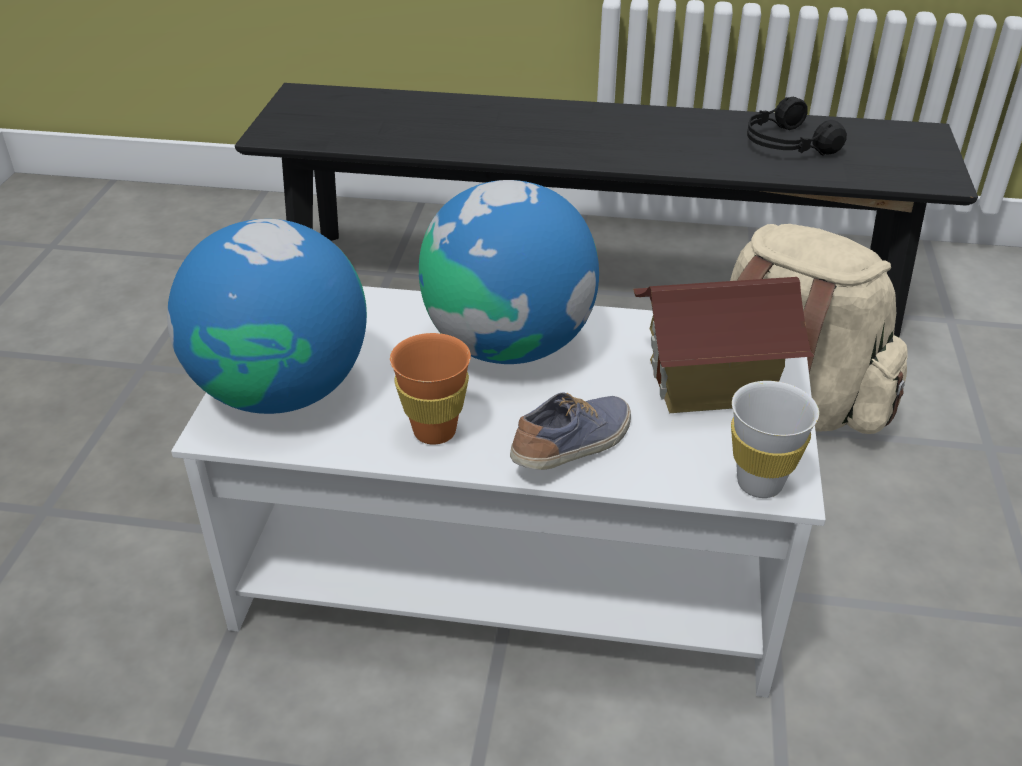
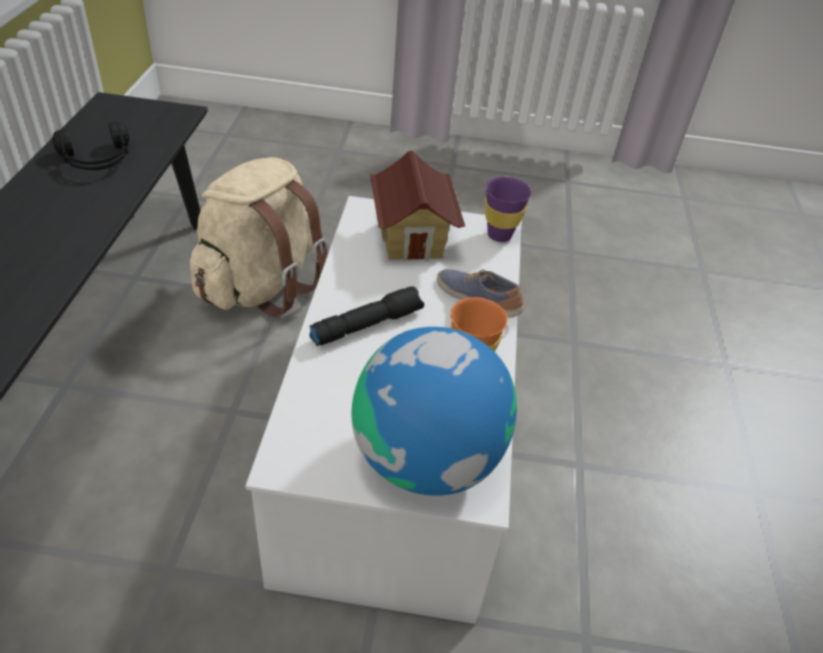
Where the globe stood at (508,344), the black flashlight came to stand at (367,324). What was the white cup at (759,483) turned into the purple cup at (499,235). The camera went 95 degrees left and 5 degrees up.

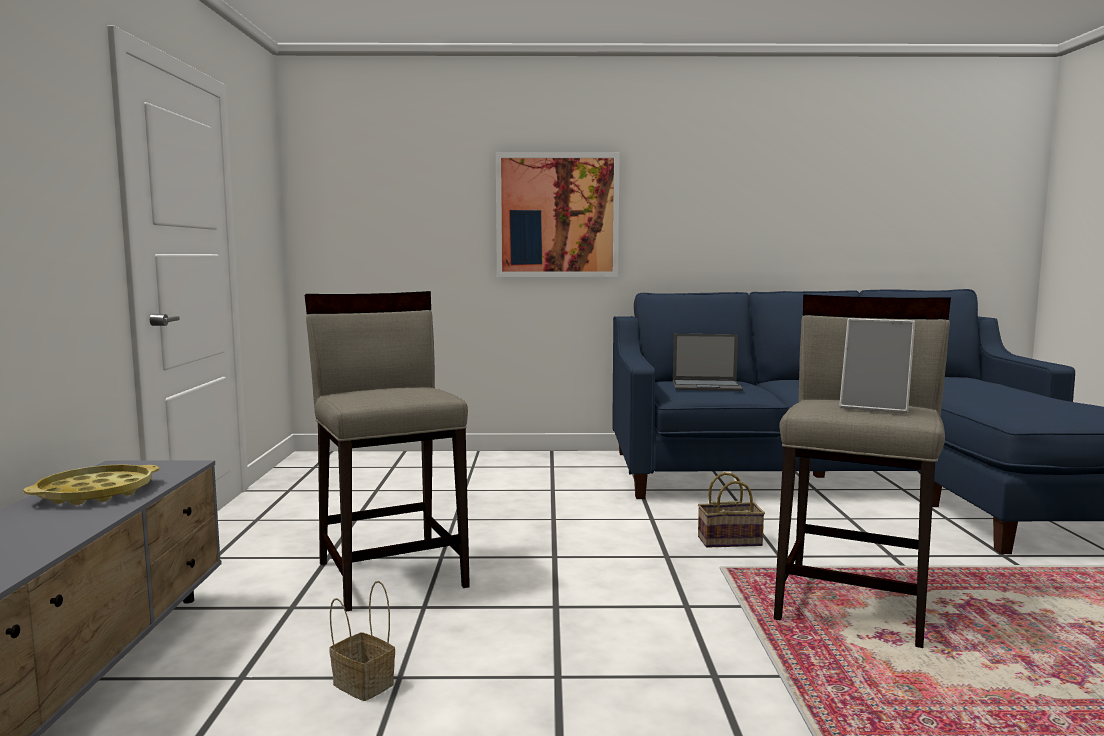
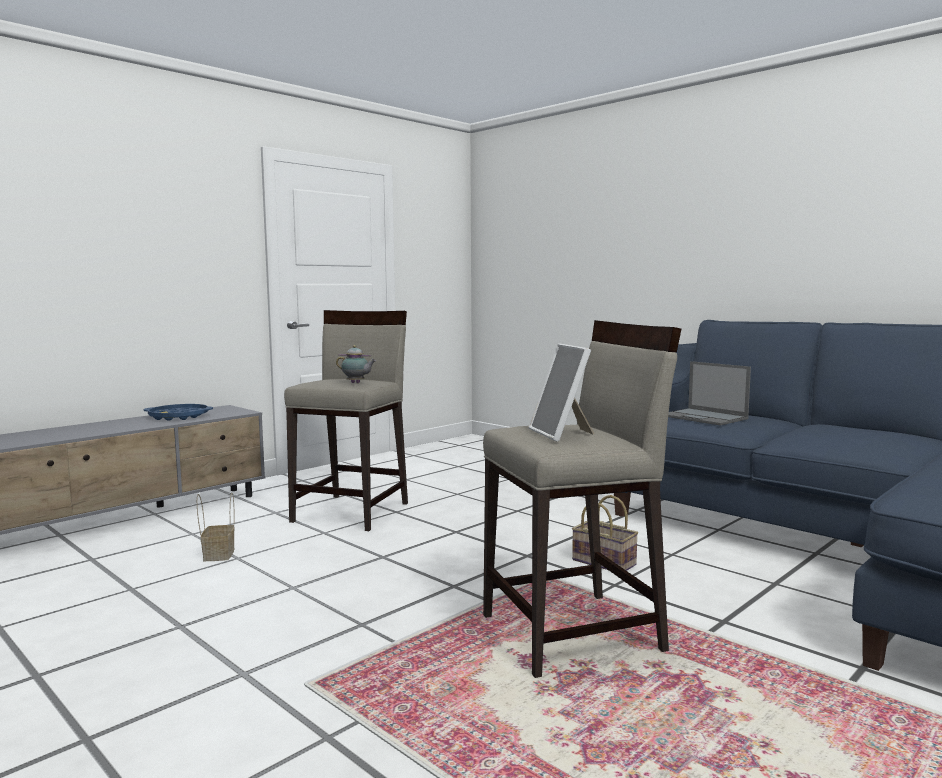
The second view lost the picture at (557,215). What was the yellow tray at (96,493) turned into the blue tray at (179,417). The second view gained the teapot at (356,383). The camera went 45 degrees right and 0 degrees up.

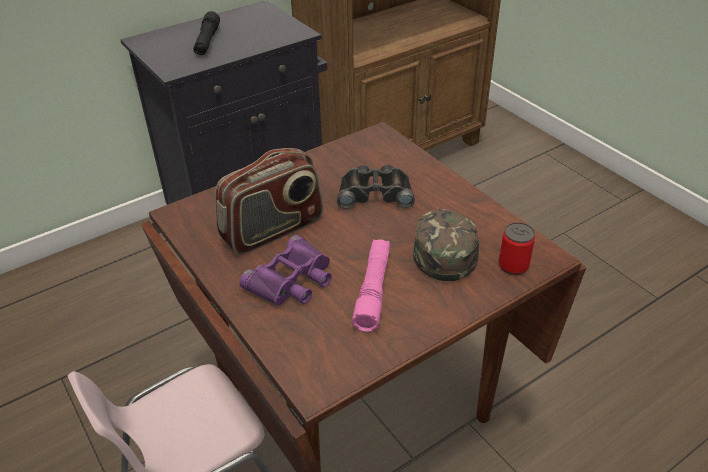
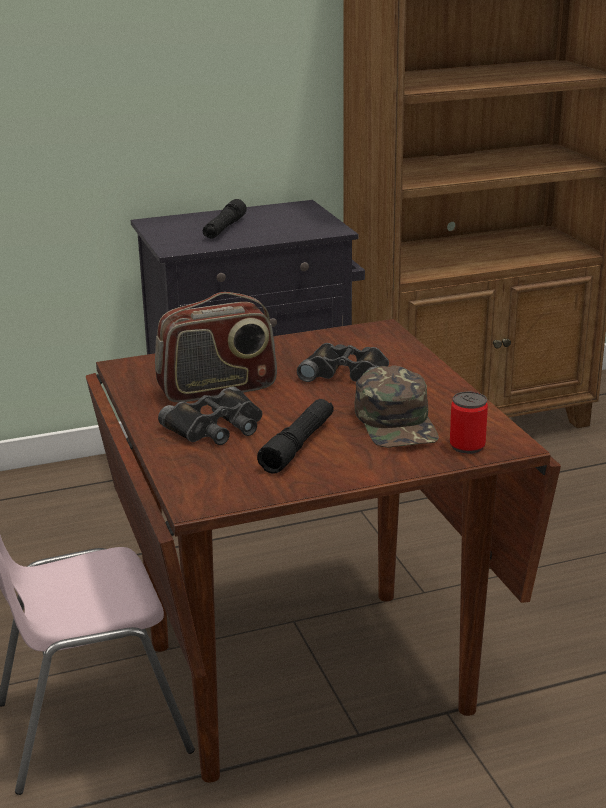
The green cap at (443,246) ended up facing another way, 150 degrees clockwise from before. What was the purple binoculars at (292,280) turned into the black binoculars at (217,427). What was the pink flashlight at (373,290) turned into the black flashlight at (298,445). The camera went 15 degrees right and 15 degrees down.

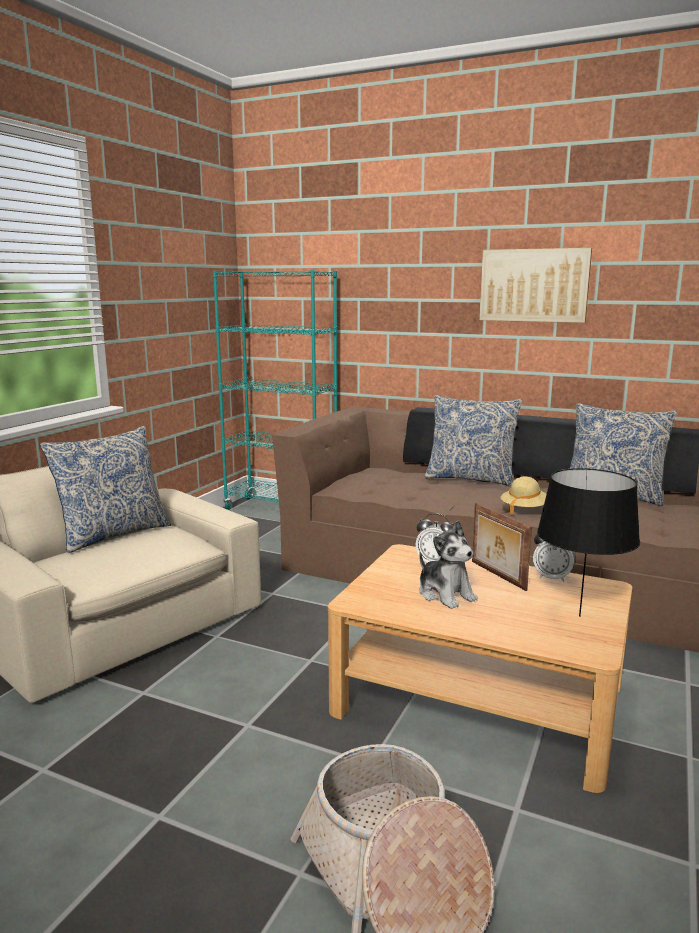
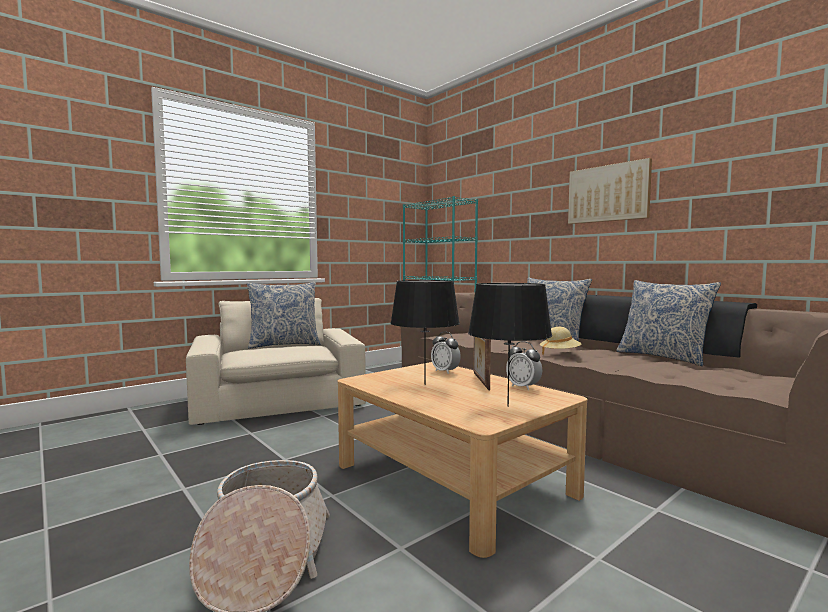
Where the plush toy stood at (445,594), the black table lamp came to stand at (425,384). The camera went 25 degrees right and 10 degrees down.

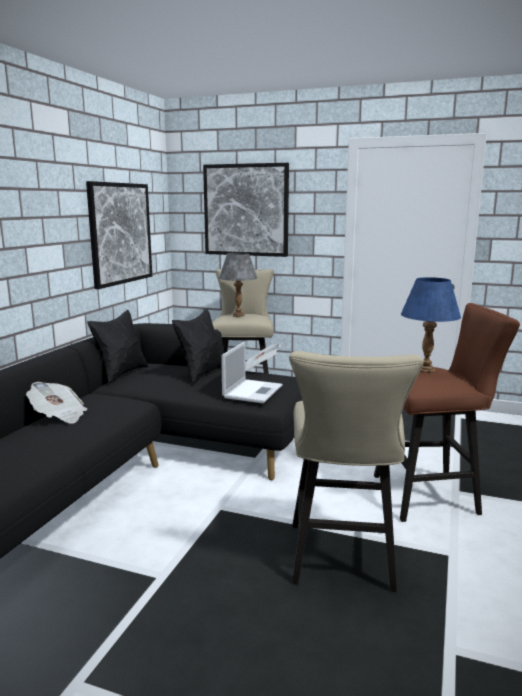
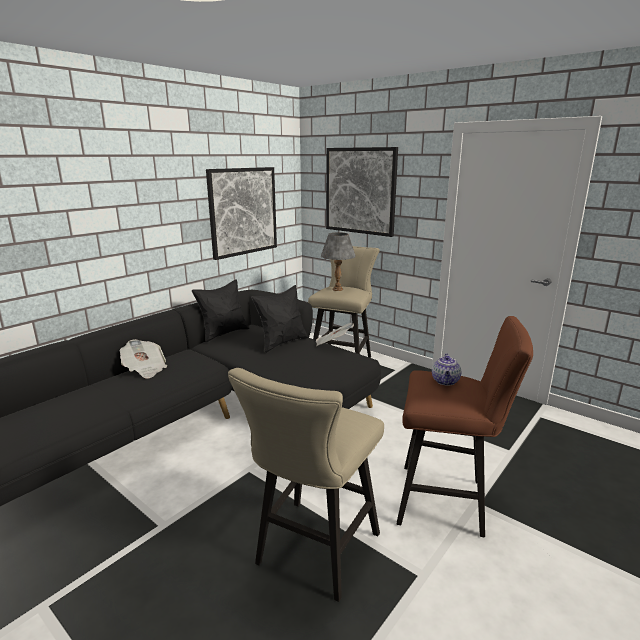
Where the blue table lamp stood at (426,370), the teapot came to stand at (445,381). The second view lost the laptop at (253,391). The camera went 20 degrees right and 5 degrees up.

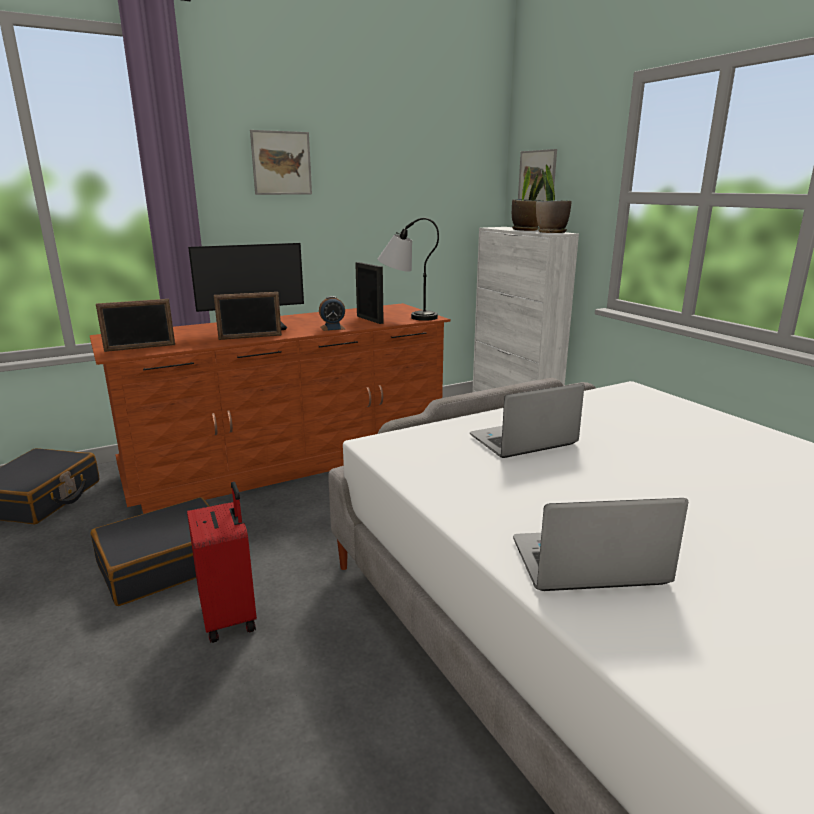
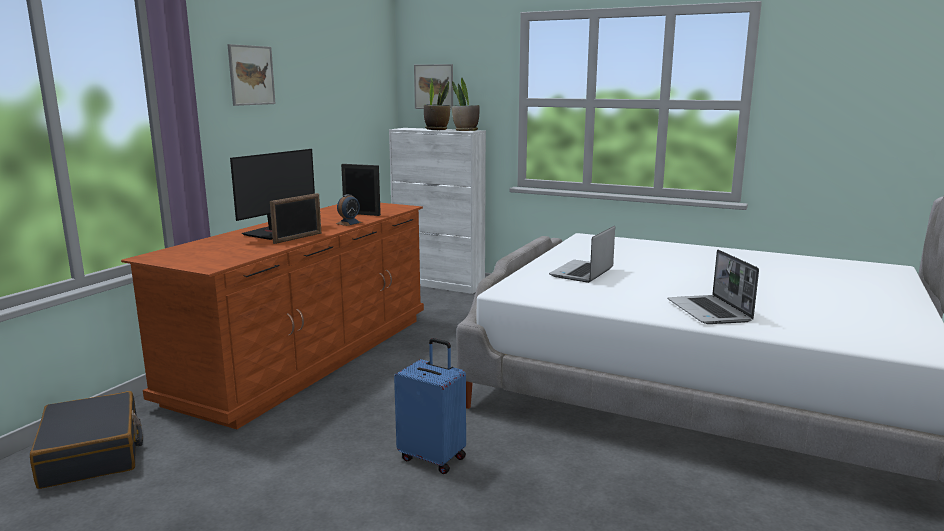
The second view lost the table lamp at (406,316). The second view lost the picture frame at (140,348). What was the red suitcase at (230,616) turned into the blue suitcase at (433,457). The second view lost the black suitcase at (165,564). The laptop at (586,564) ended up facing another way, 60 degrees counterclockwise from before. The camera went 35 degrees left and 5 degrees down.

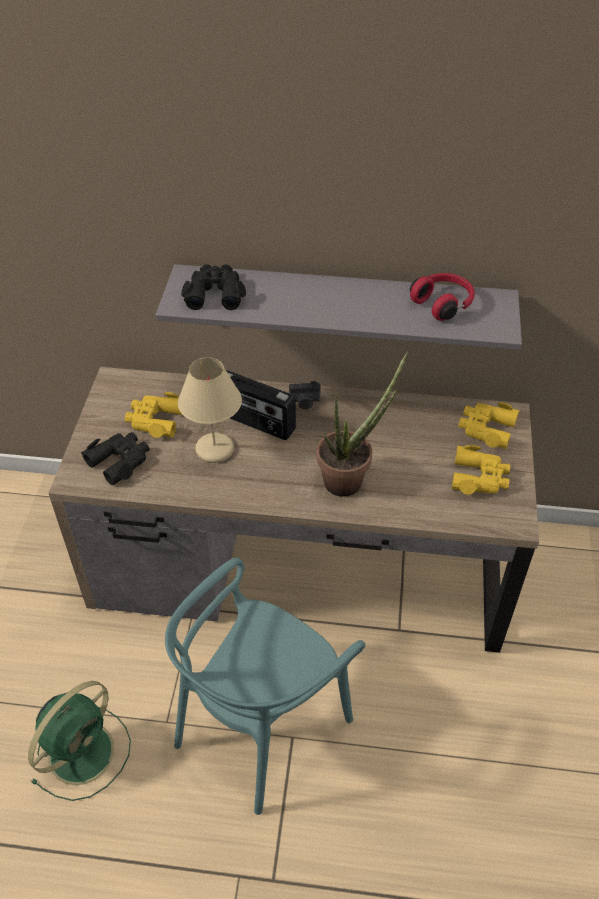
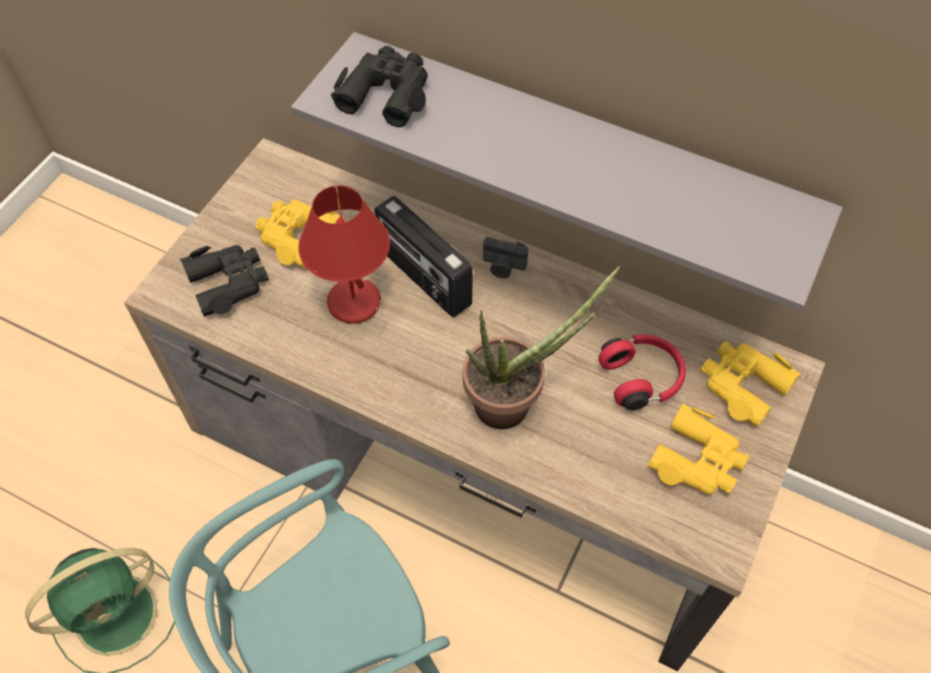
The red headphones ended up elsewhere, having gone from (443,304) to (642,378). What was the beige table lamp at (215,449) turned into the red table lamp at (355,302). The camera went 20 degrees right and 10 degrees up.

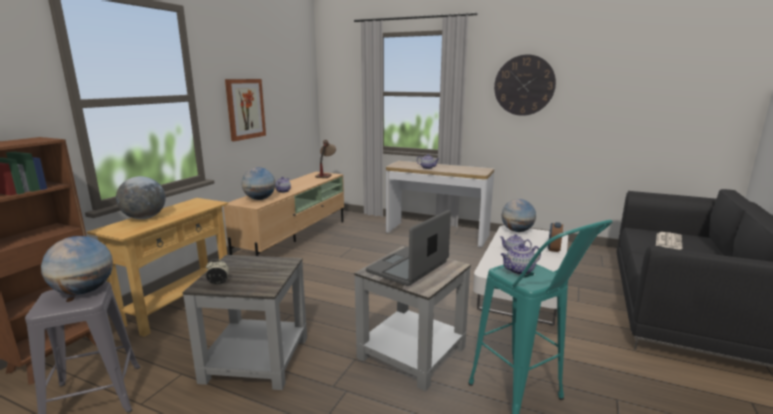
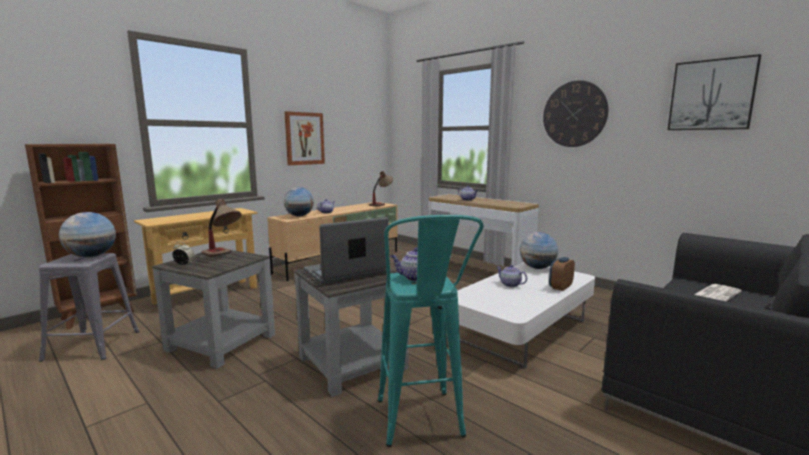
The second view lost the globe at (144,218). The second view gained the picture at (711,95). The second view gained the table lamp at (223,255). The camera went 20 degrees right and 5 degrees down.

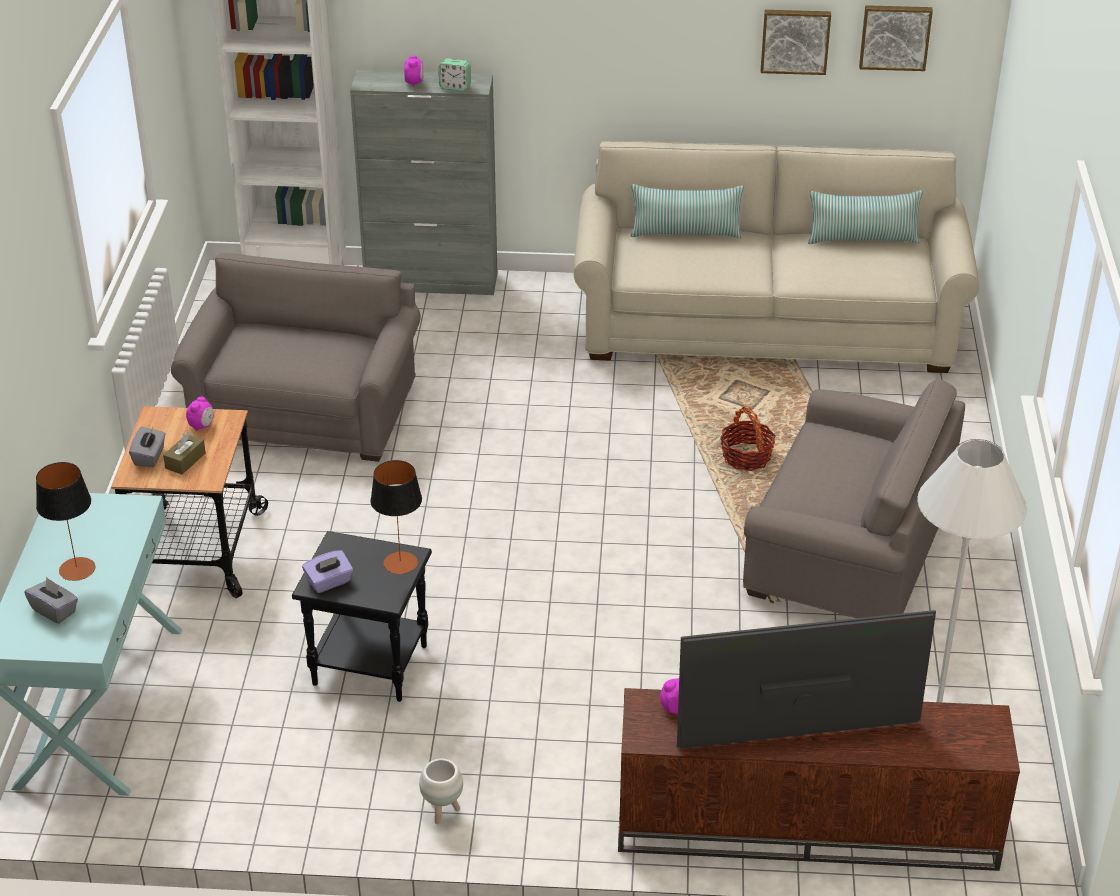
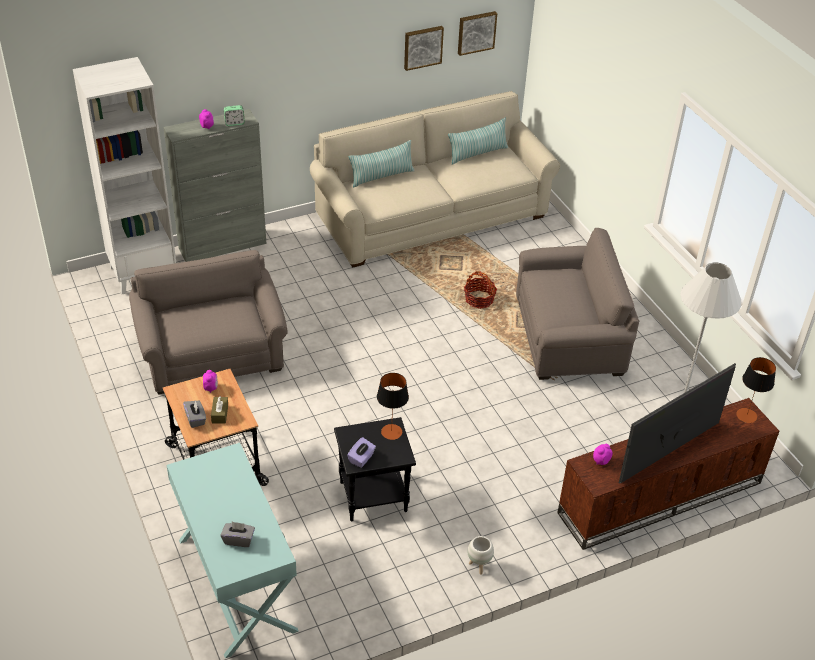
The table lamp ended up elsewhere, having gone from (77,569) to (746,415). The camera went 30 degrees left and 5 degrees up.

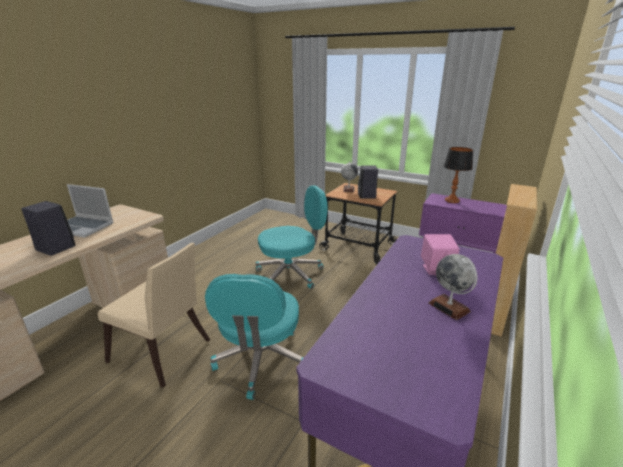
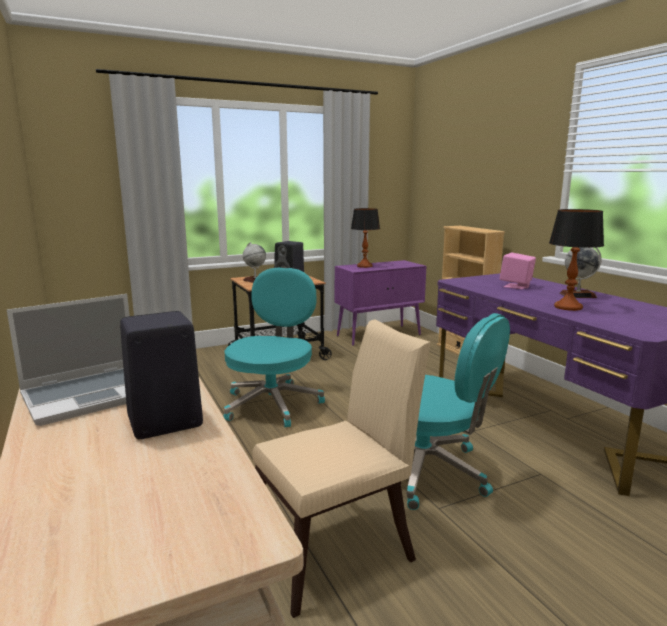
The second view gained the table lamp at (568,307). The camera went 55 degrees left and 10 degrees down.

